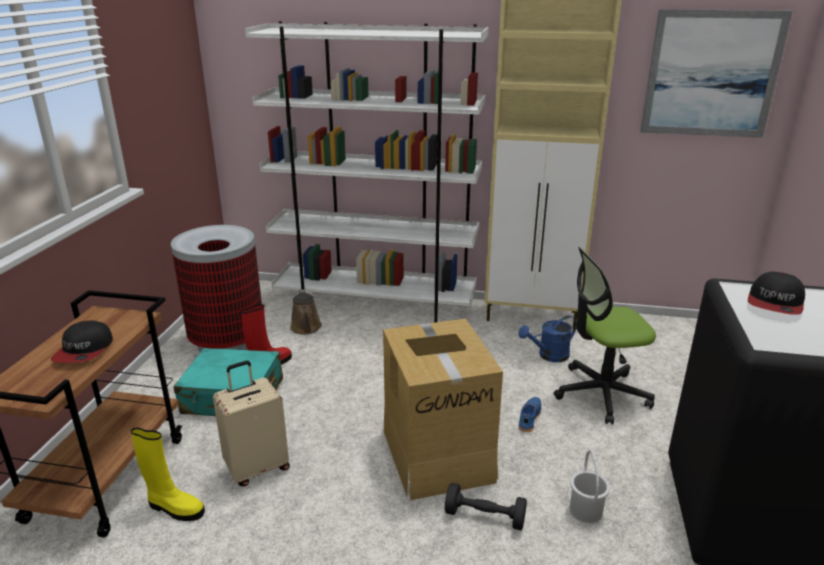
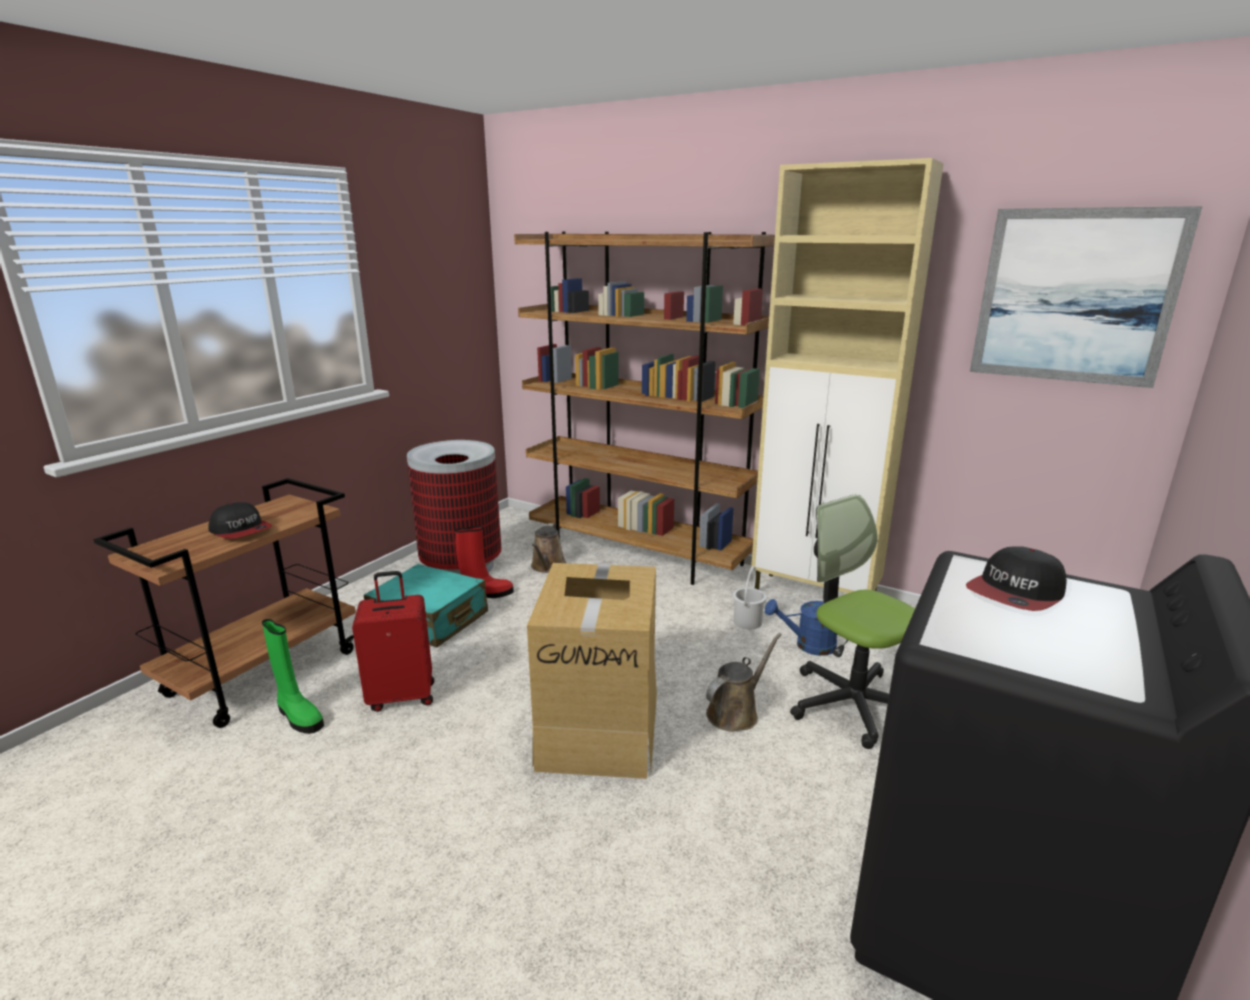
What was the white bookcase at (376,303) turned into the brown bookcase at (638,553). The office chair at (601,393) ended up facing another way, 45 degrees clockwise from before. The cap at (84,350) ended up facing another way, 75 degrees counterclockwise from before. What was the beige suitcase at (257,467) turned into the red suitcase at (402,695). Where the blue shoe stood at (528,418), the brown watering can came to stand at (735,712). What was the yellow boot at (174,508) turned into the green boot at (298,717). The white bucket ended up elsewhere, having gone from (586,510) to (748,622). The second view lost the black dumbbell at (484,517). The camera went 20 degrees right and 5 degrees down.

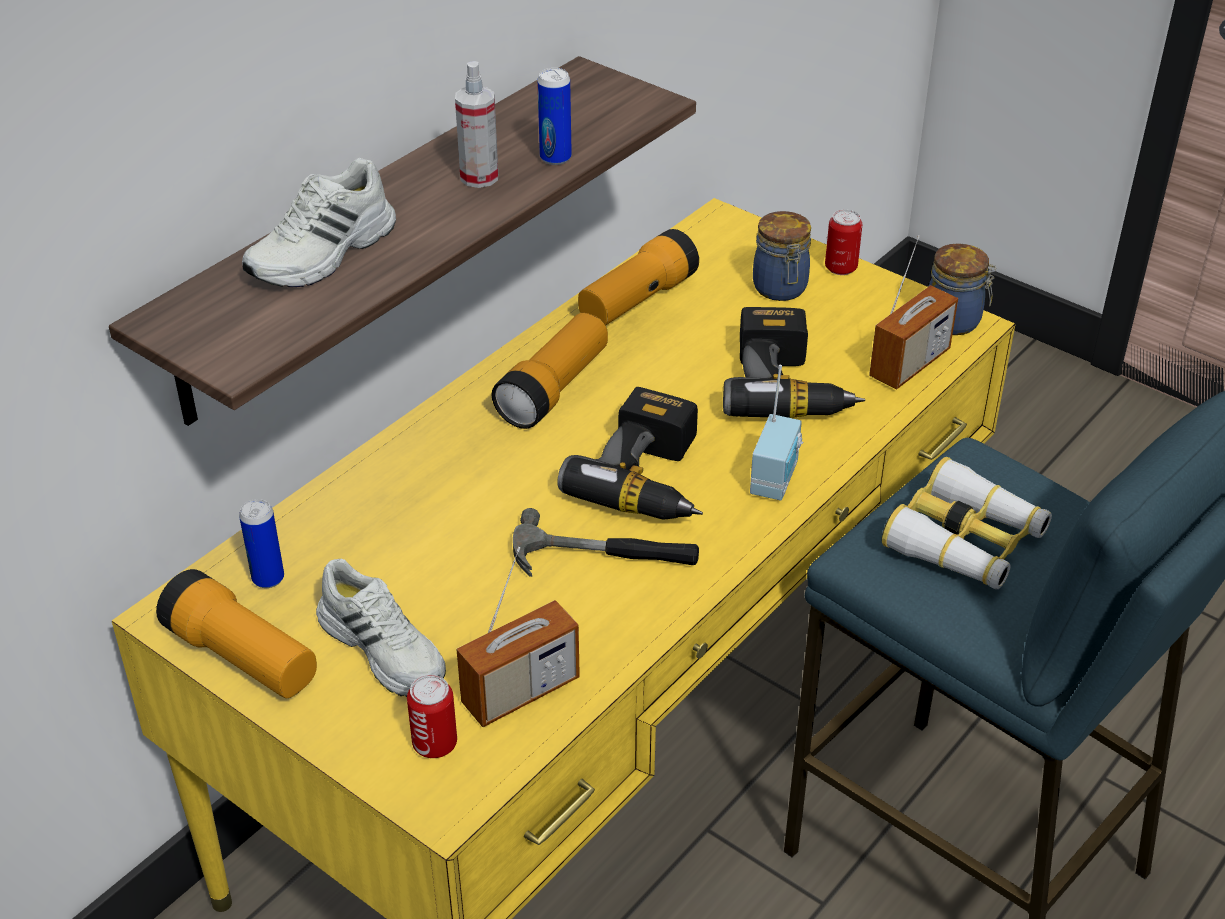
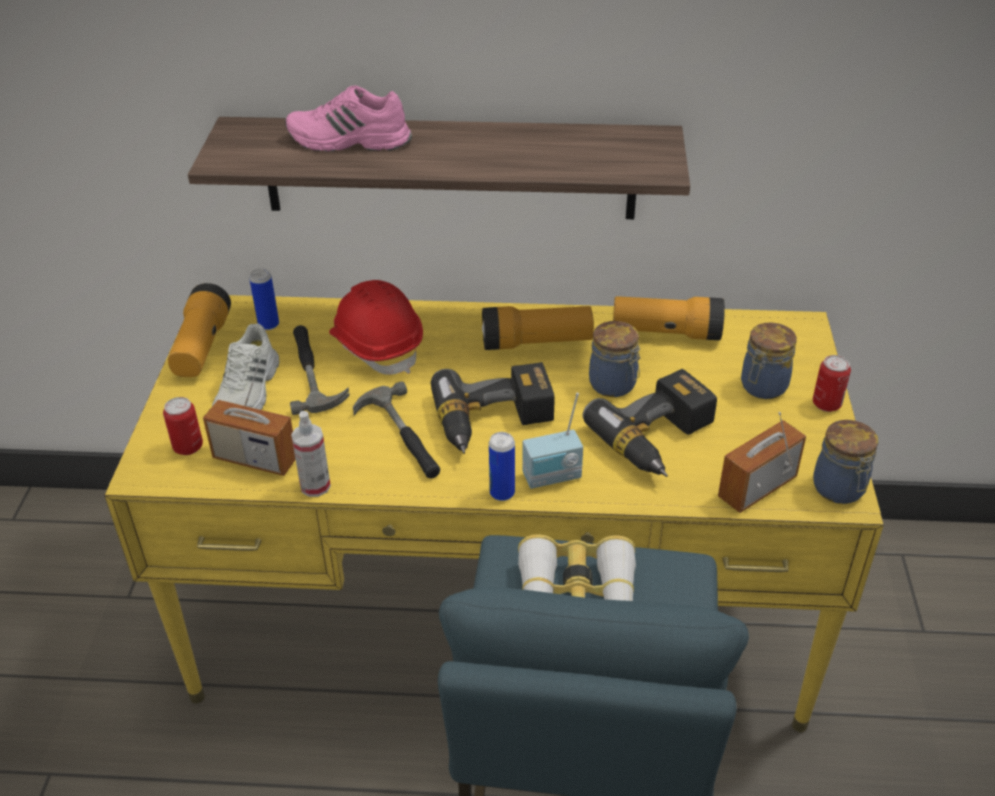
The spray bottle ended up elsewhere, having gone from (479,177) to (315,486). The can ended up elsewhere, having gone from (555,158) to (502,493). What was the white shoe at (324,254) turned into the pink shoe at (348,141). The radio at (909,364) ended up facing another way, 135 degrees clockwise from before. The second view gained the red hard hat at (377,345). The second view gained the jar at (614,385). The second view gained the hammer at (313,372). The camera went 55 degrees right and 0 degrees up.

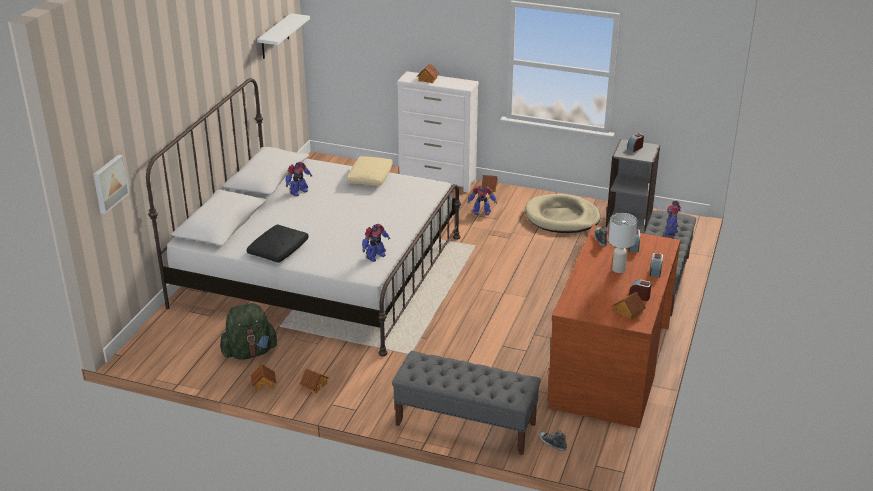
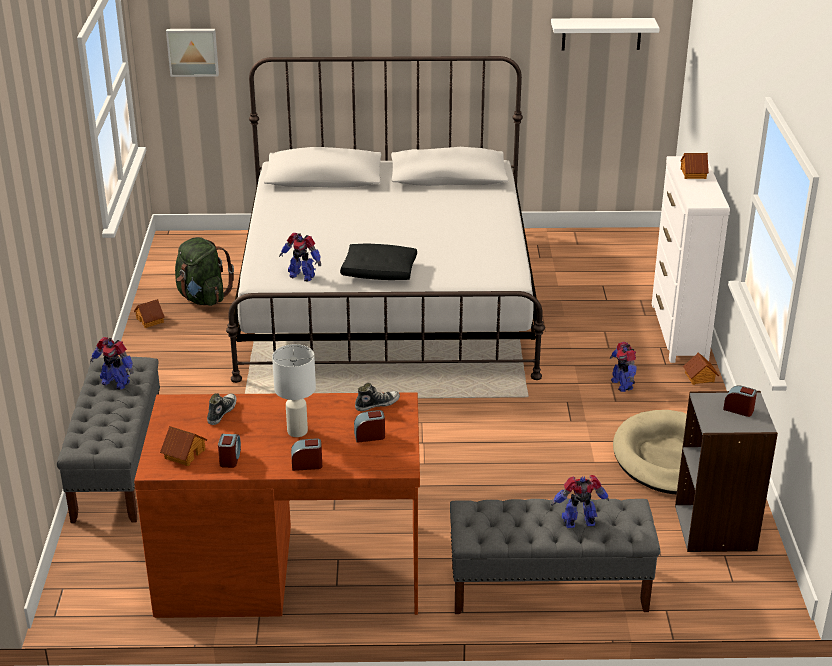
The second view lost the beige pillow at (370,177). The toy robot ended up elsewhere, having gone from (298,192) to (115,382). The black pillow ended up elsewhere, having gone from (278,250) to (380,272). The second view lost the toy house at (314,385). The shoe ended up elsewhere, having gone from (552,443) to (221,412). The camera went 70 degrees right and 0 degrees up.

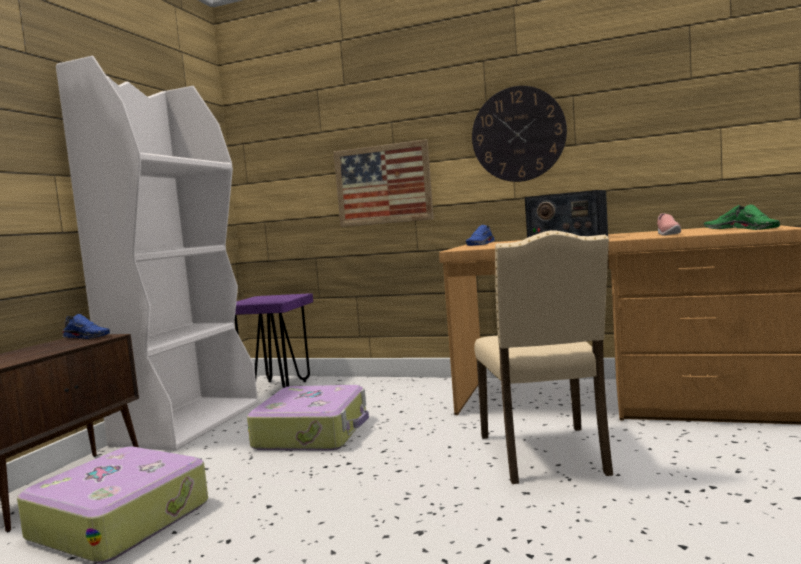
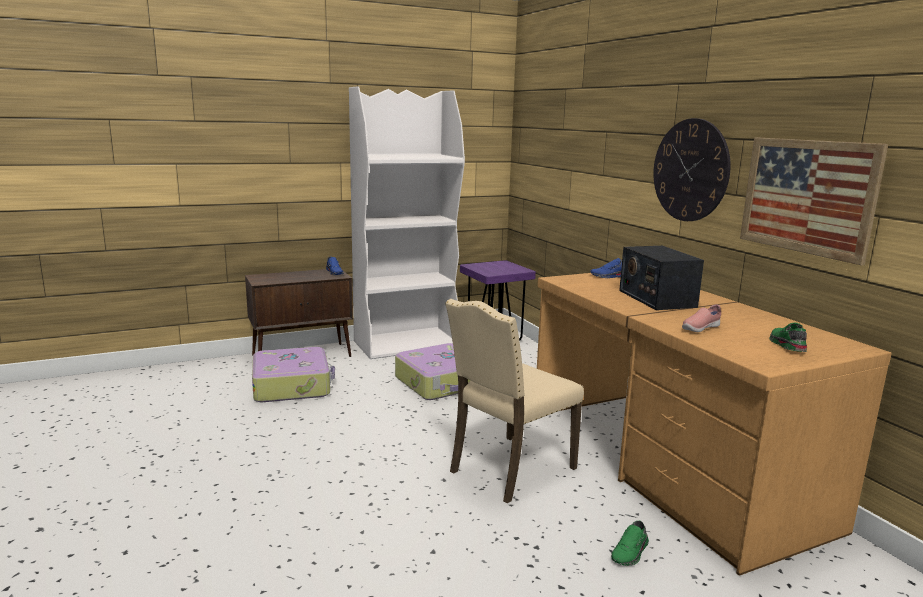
The picture ended up elsewhere, having gone from (383,184) to (807,196). The green shoe ended up elsewhere, having gone from (757,229) to (631,553). The camera went 45 degrees right and 10 degrees up.

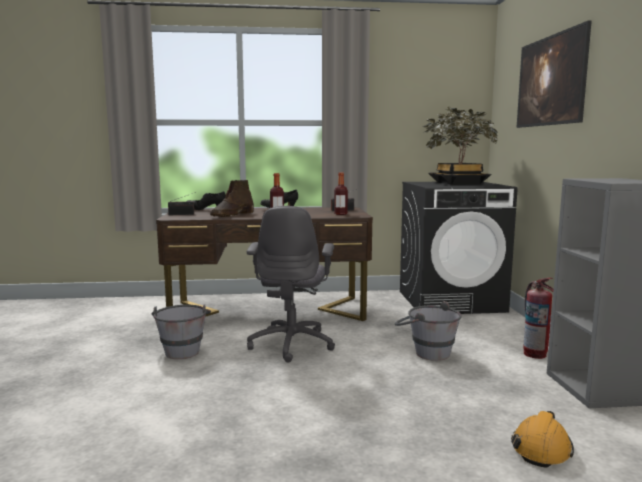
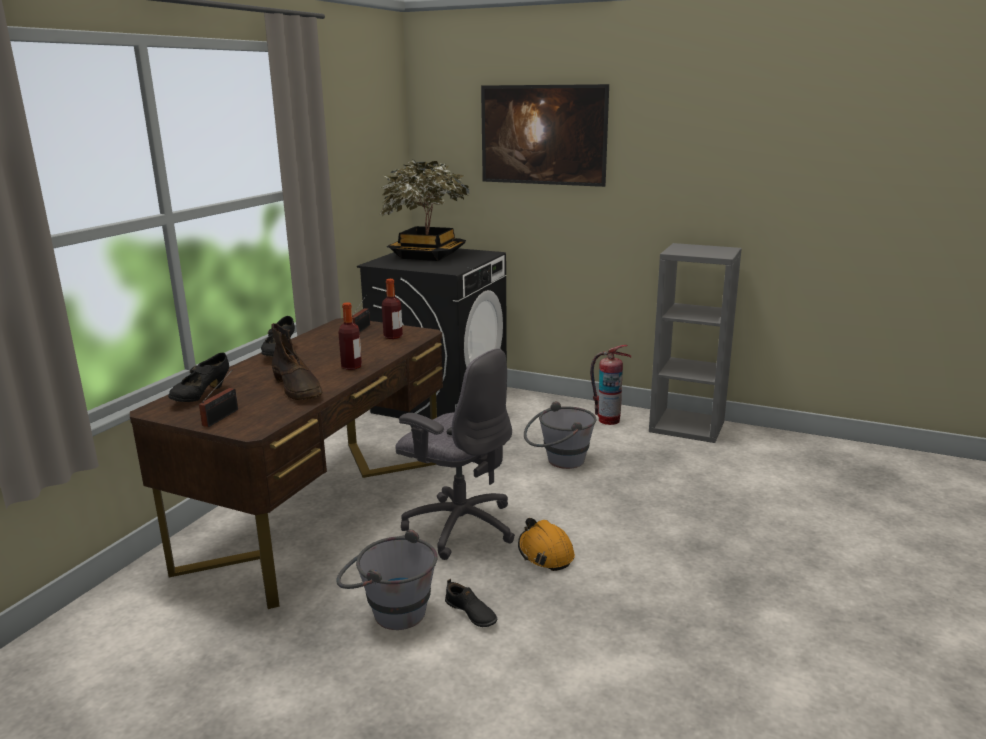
The orange hard hat ended up elsewhere, having gone from (541,448) to (545,553). The second view gained the black shoe at (470,613). The camera went 60 degrees left and 10 degrees up.

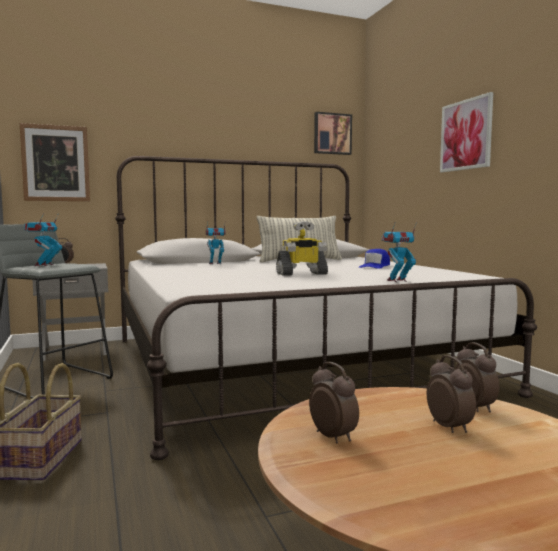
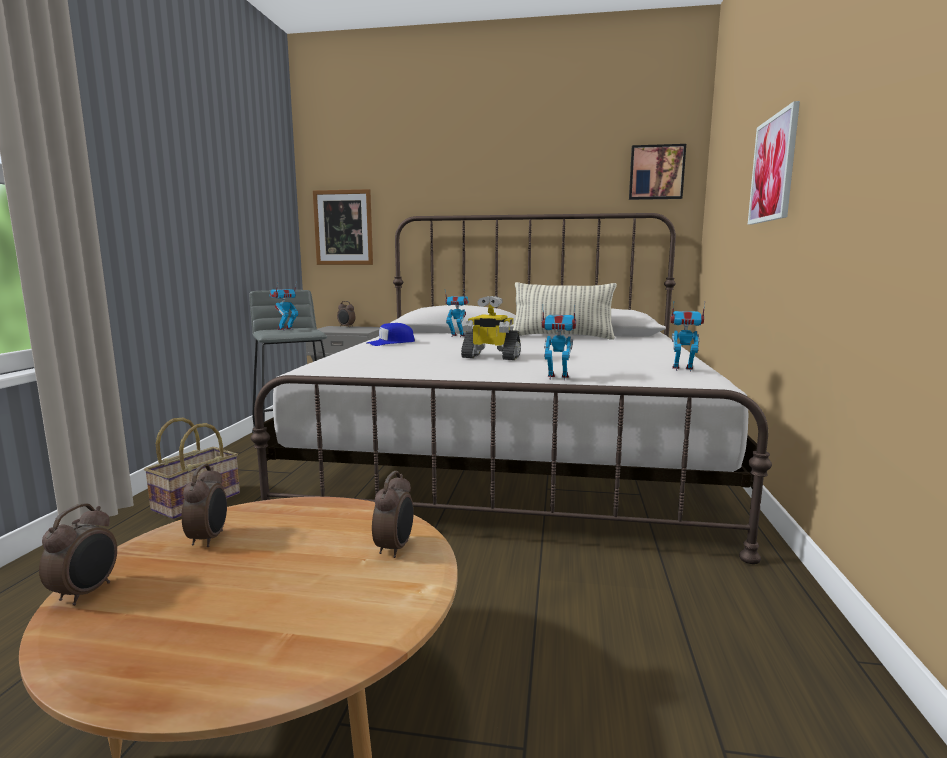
The blue cap ended up elsewhere, having gone from (375,266) to (391,343). The alarm clock ended up elsewhere, having gone from (450,427) to (87,592). The second view gained the toy robot at (682,369). The camera went 30 degrees right and 5 degrees up.

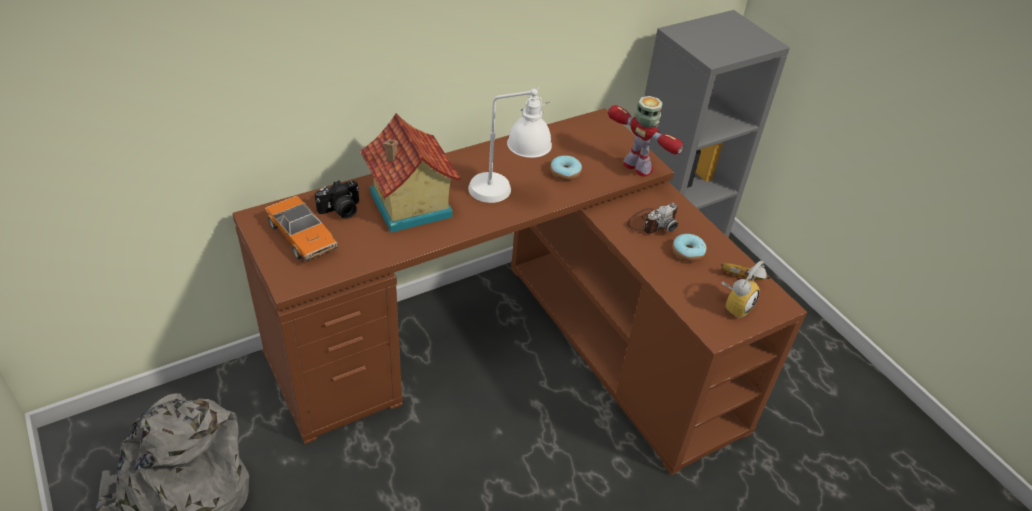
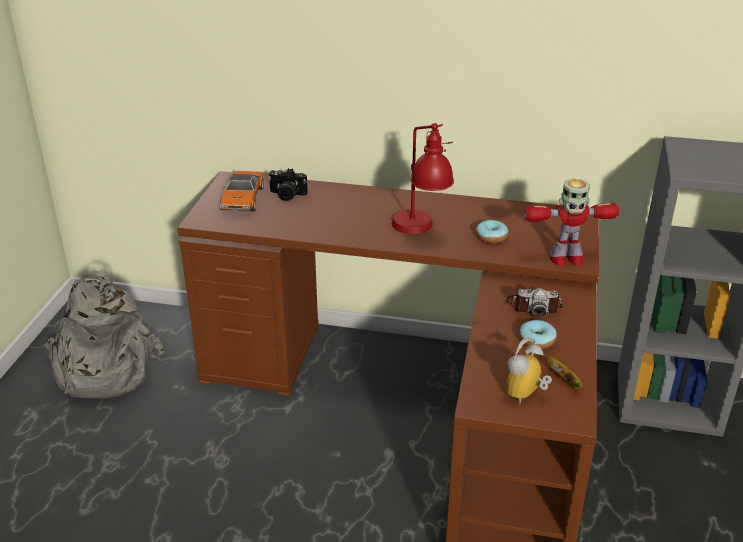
What was the white table lamp at (507,194) turned into the red table lamp at (421,232). The toy robot at (638,168) ended up facing another way, 90 degrees clockwise from before. The second view lost the toy house at (408,205). The alarm clock at (735,305) ended up facing another way, 135 degrees clockwise from before. The camera went 45 degrees right and 10 degrees down.

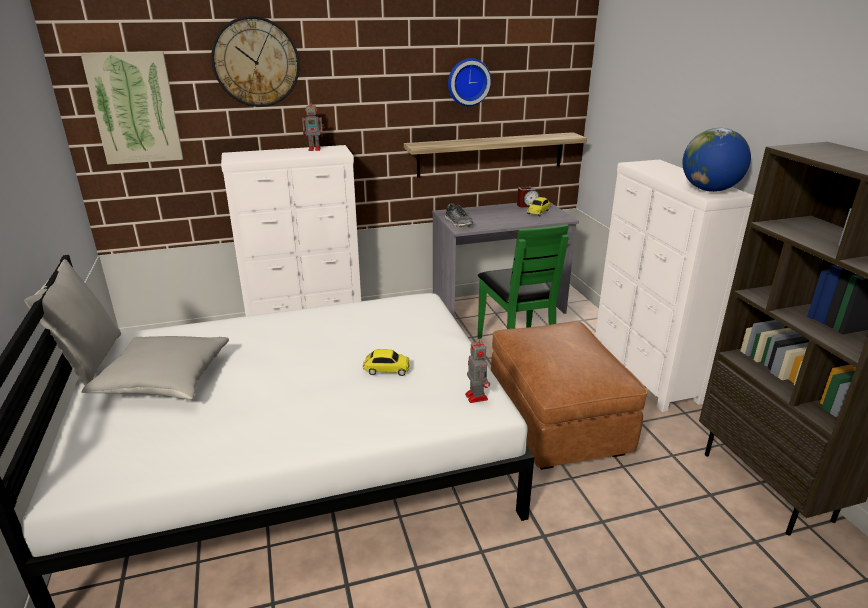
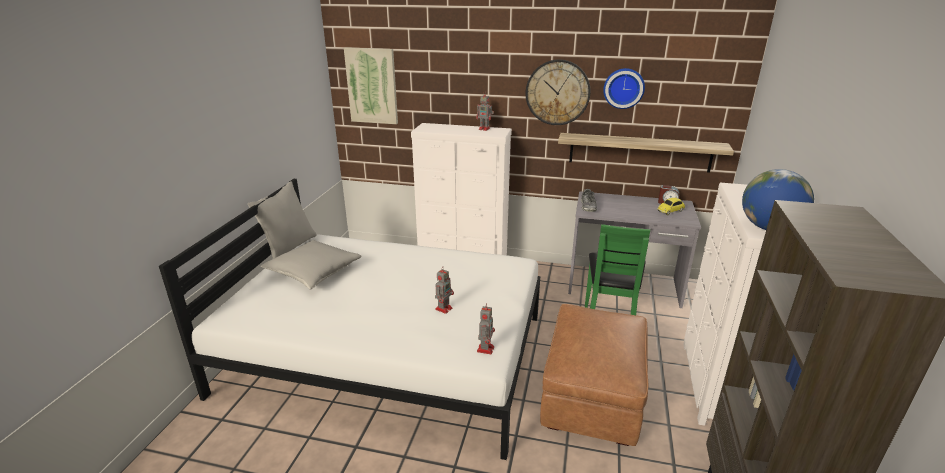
The wall clock ended up elsewhere, having gone from (256,62) to (557,92). Where the toy car stood at (386,370), the toy robot came to stand at (444,308). The camera went 30 degrees right and 0 degrees up.

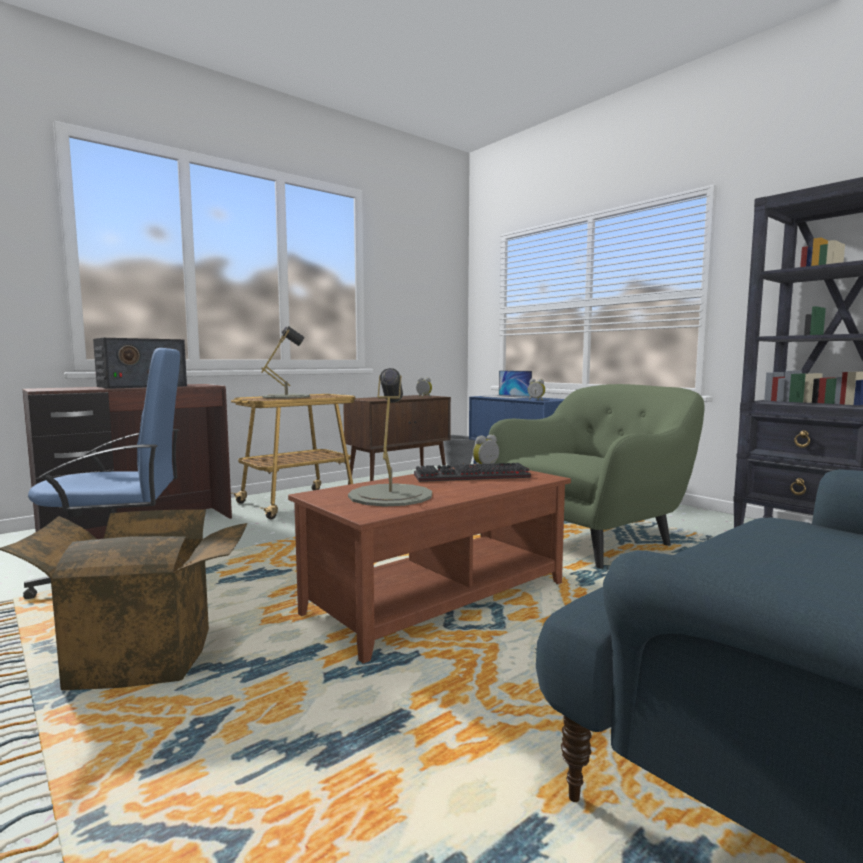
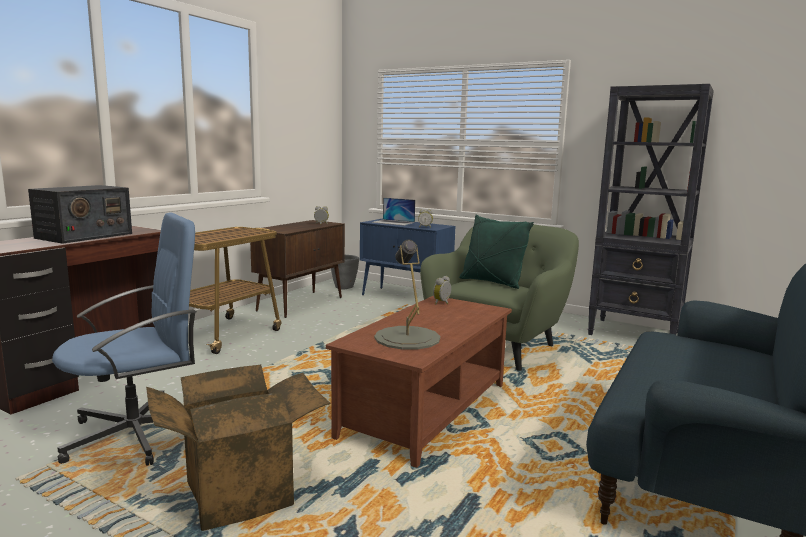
The second view lost the grey table lamp at (286,396). The second view lost the keyboard at (470,477). The second view gained the green pillow at (492,282). The camera went 20 degrees left and 5 degrees up.

